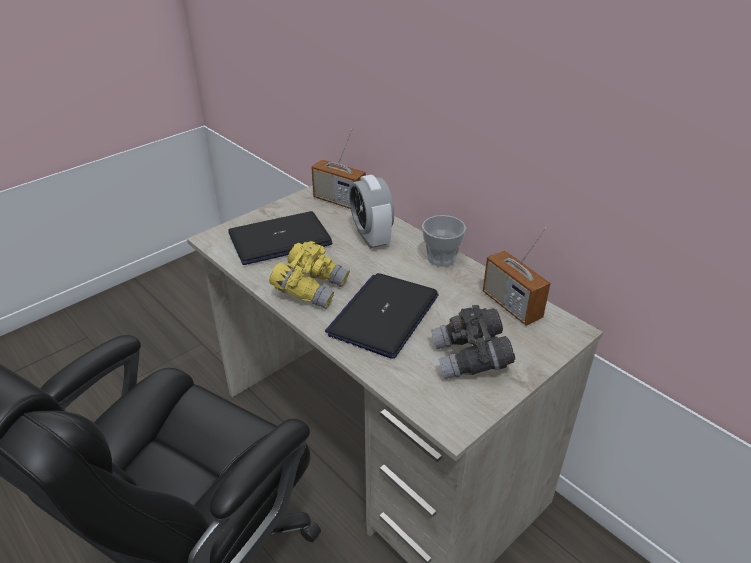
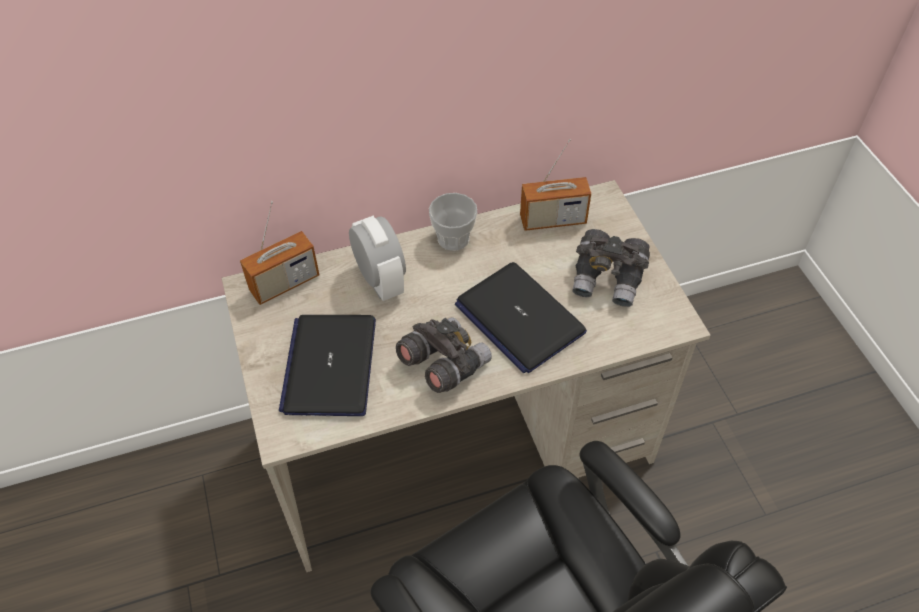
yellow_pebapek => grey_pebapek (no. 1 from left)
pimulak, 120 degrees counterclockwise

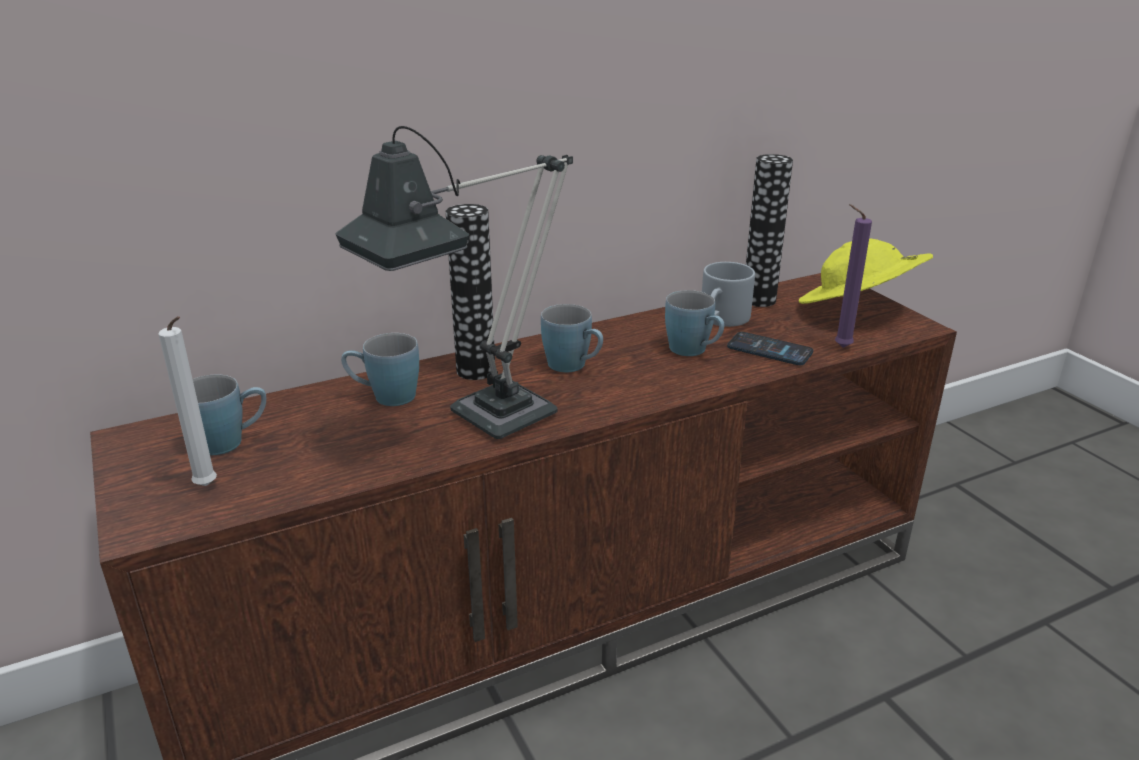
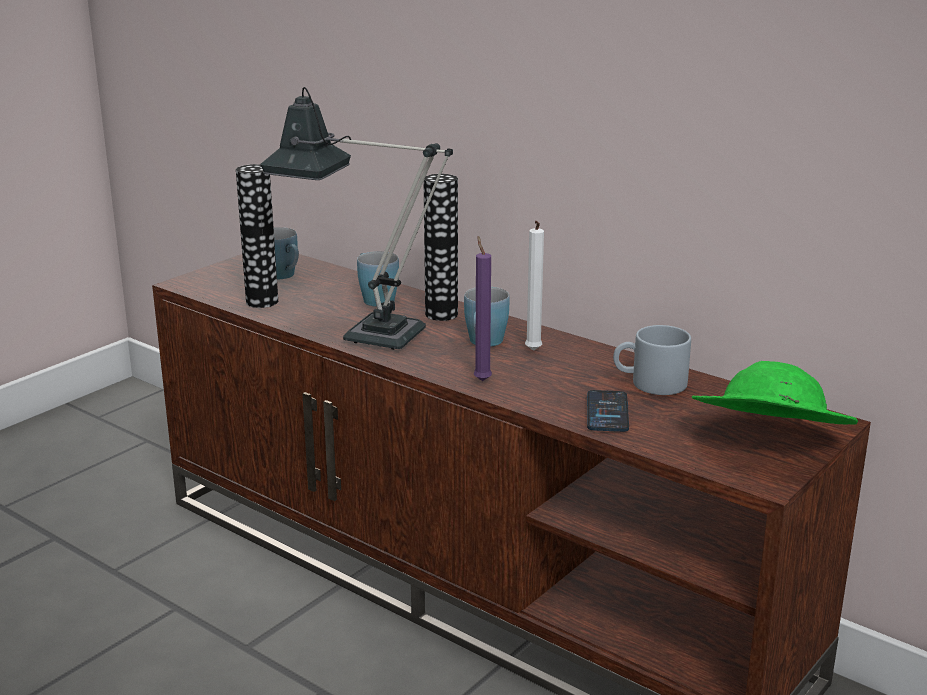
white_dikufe, relocated
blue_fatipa (no. 4 from left) => nothing
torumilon (no. 2 from left in the first image) => torumilon (no. 1 from left), relocated
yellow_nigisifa => green_nigisifa
purple_dikufe, relocated

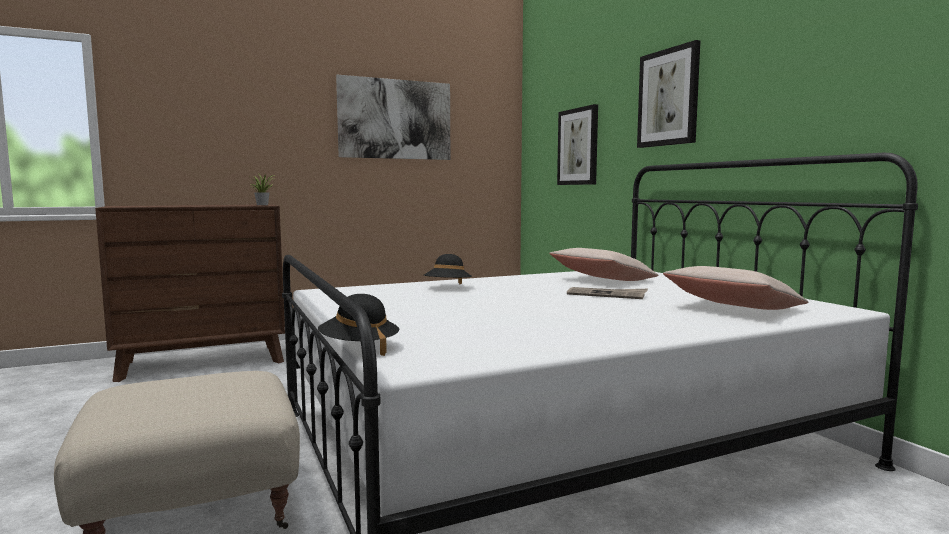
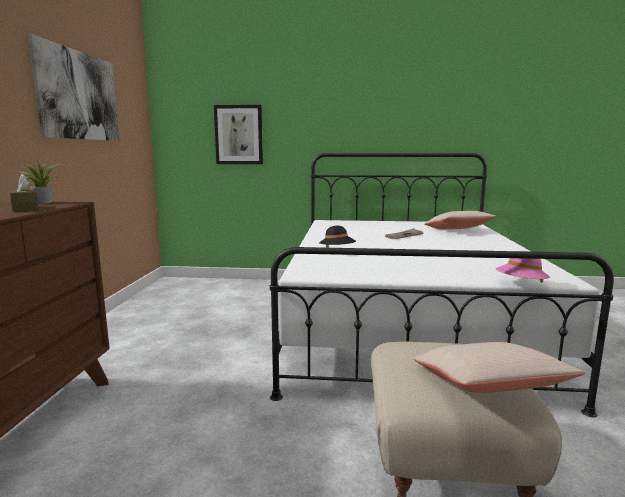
black_nigisifa (no. 1 from left) => pink_nigisifa
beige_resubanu (no. 1 from left in the first image) => beige_resubanu (no. 2 from left), relocated
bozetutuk (no. 3 from left) => nothing
nothing => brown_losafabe

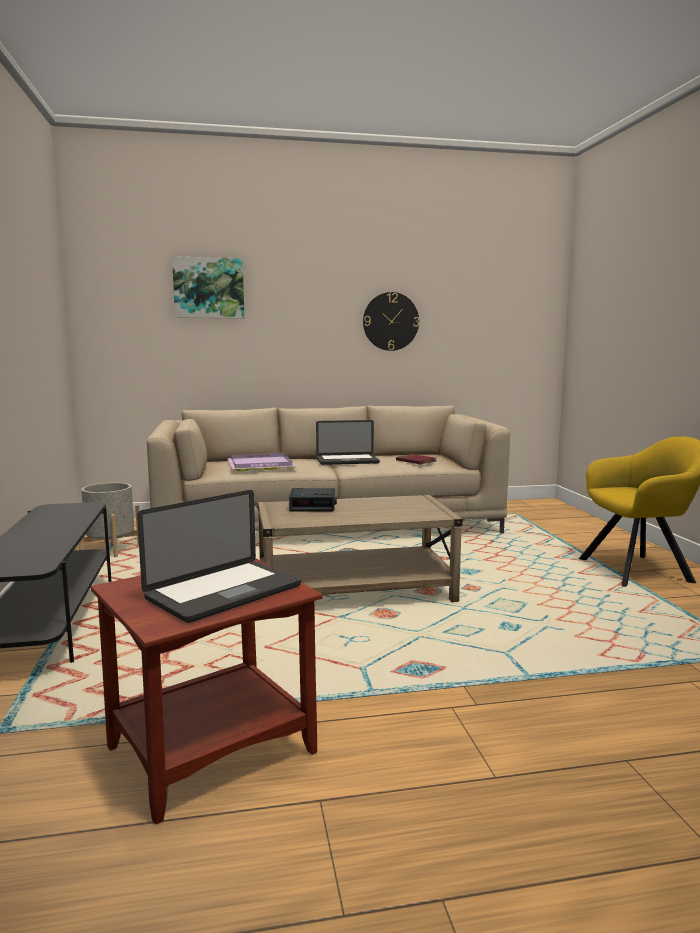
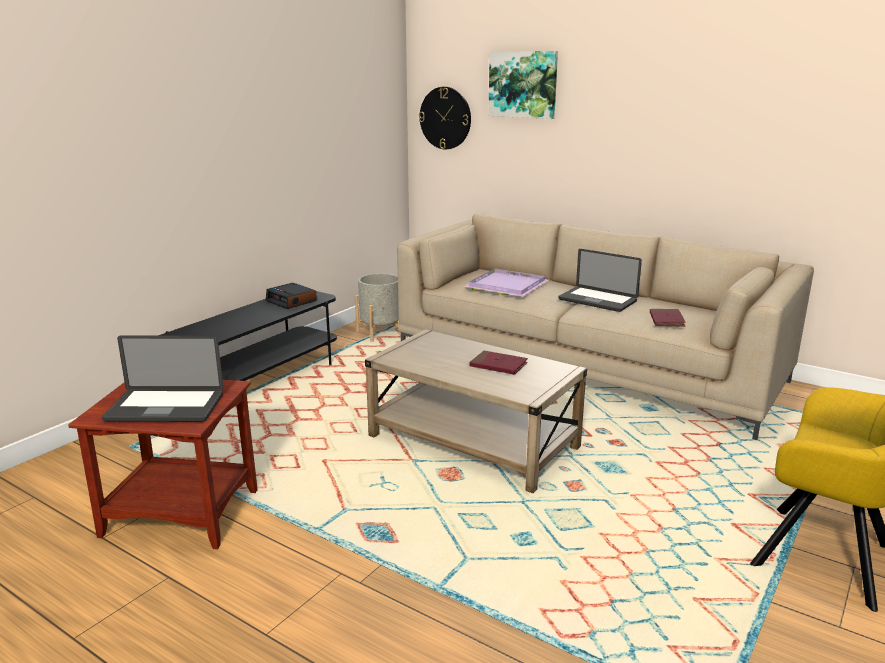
pimulak, relocated
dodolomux, relocated
nothing => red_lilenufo (no. 1 from left)

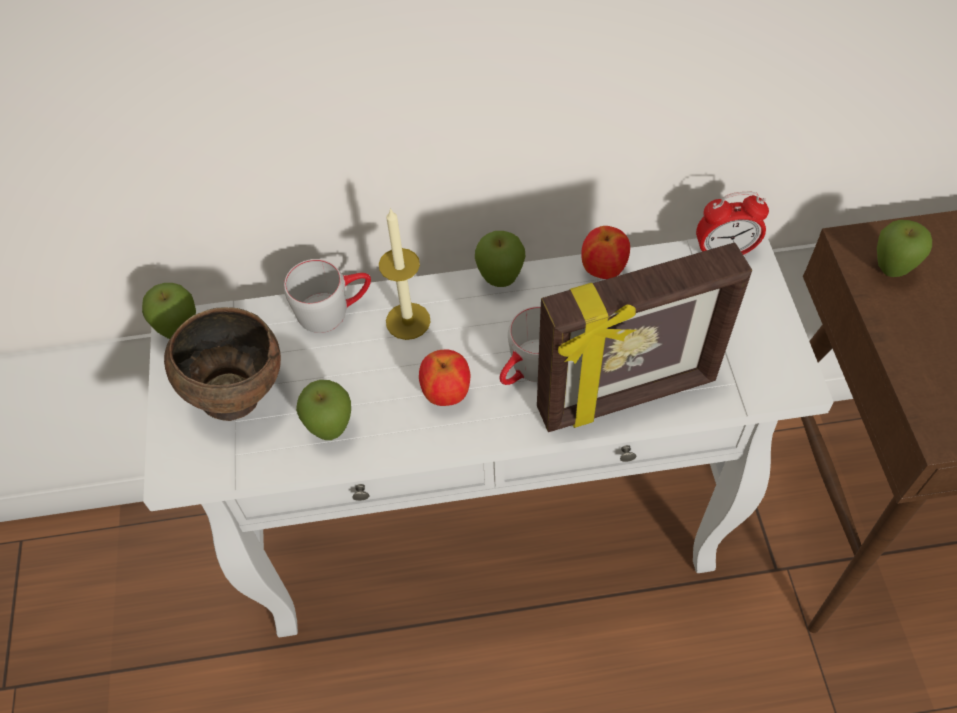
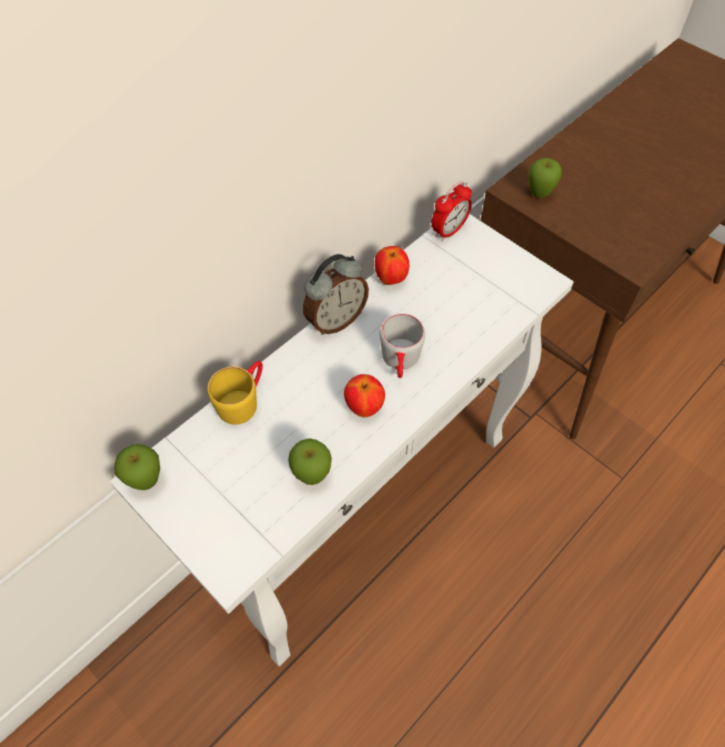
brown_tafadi => nothing
grey_fatipa (no. 1 from left) => yellow_fatipa
dikufe => nothing
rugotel (no. 4 from left) => pimulak (no. 1 from left)
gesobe => nothing

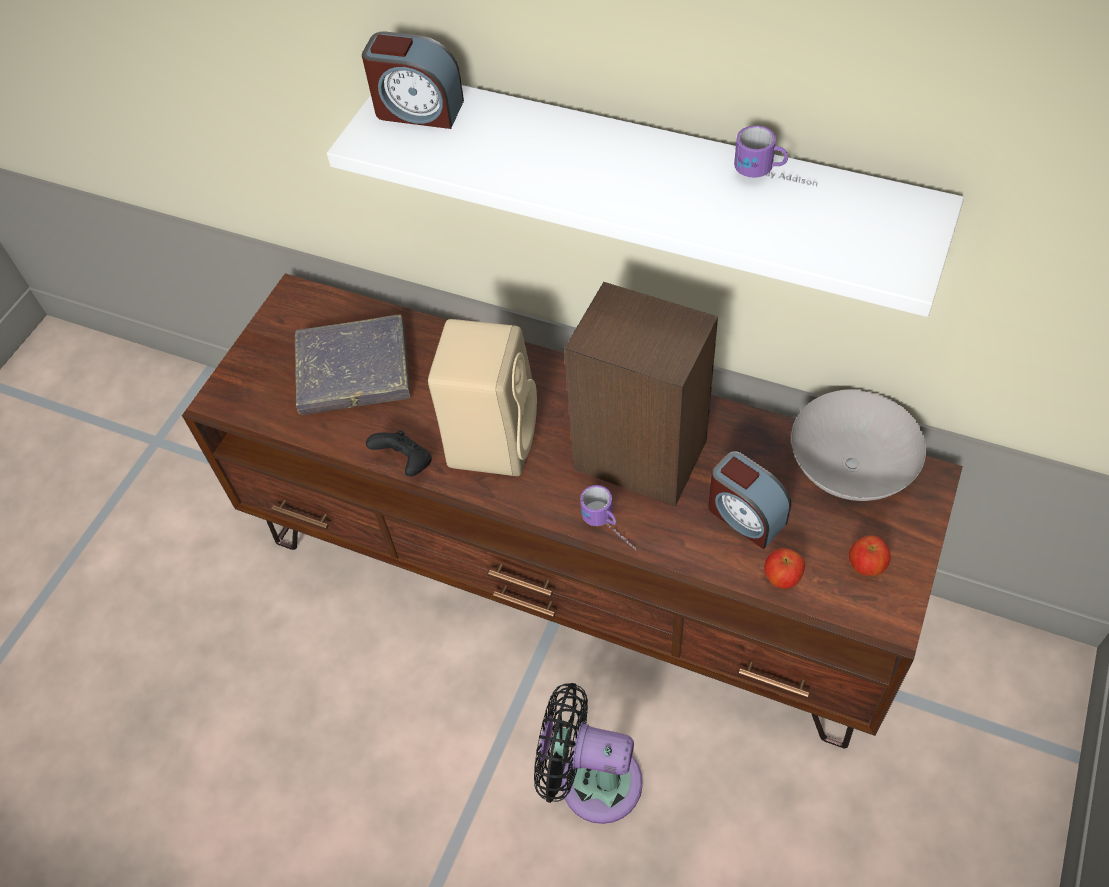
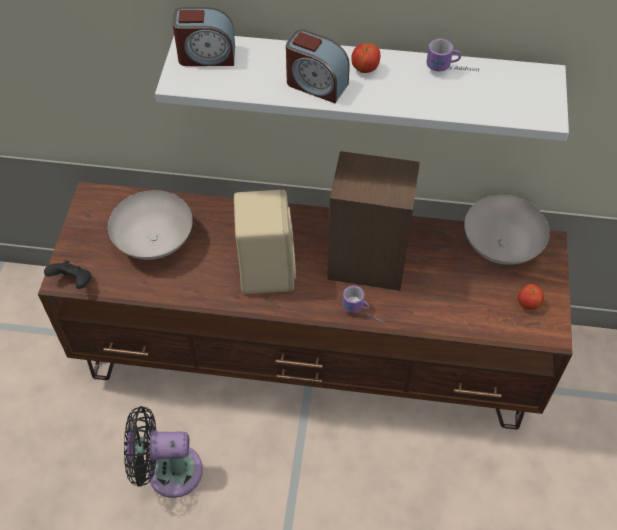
grey_lilenufo => white_tafadi (no. 1 from left)
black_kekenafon, relocated
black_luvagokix, relocated
pimulak (no. 2 from left), relocated
rugotel (no. 1 from left), relocated

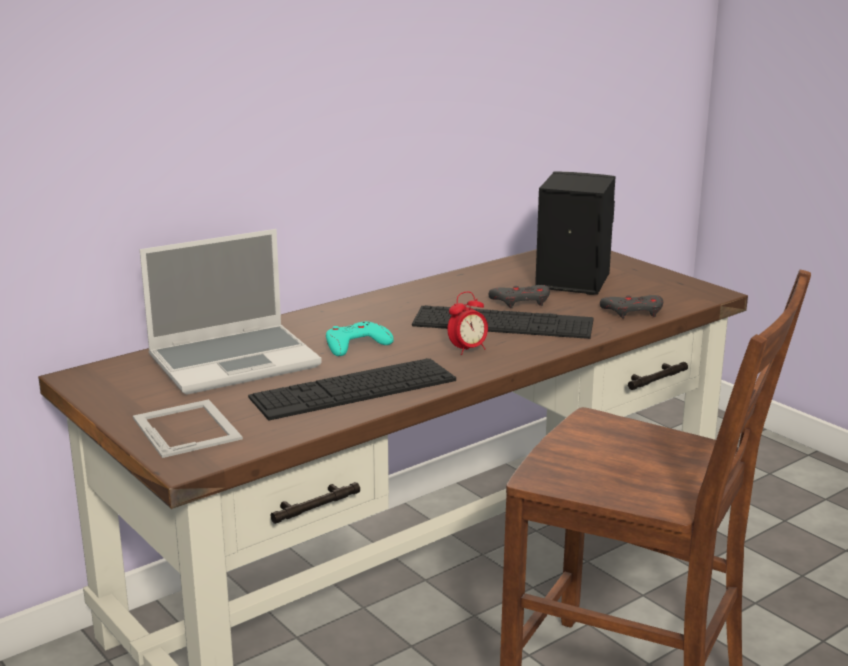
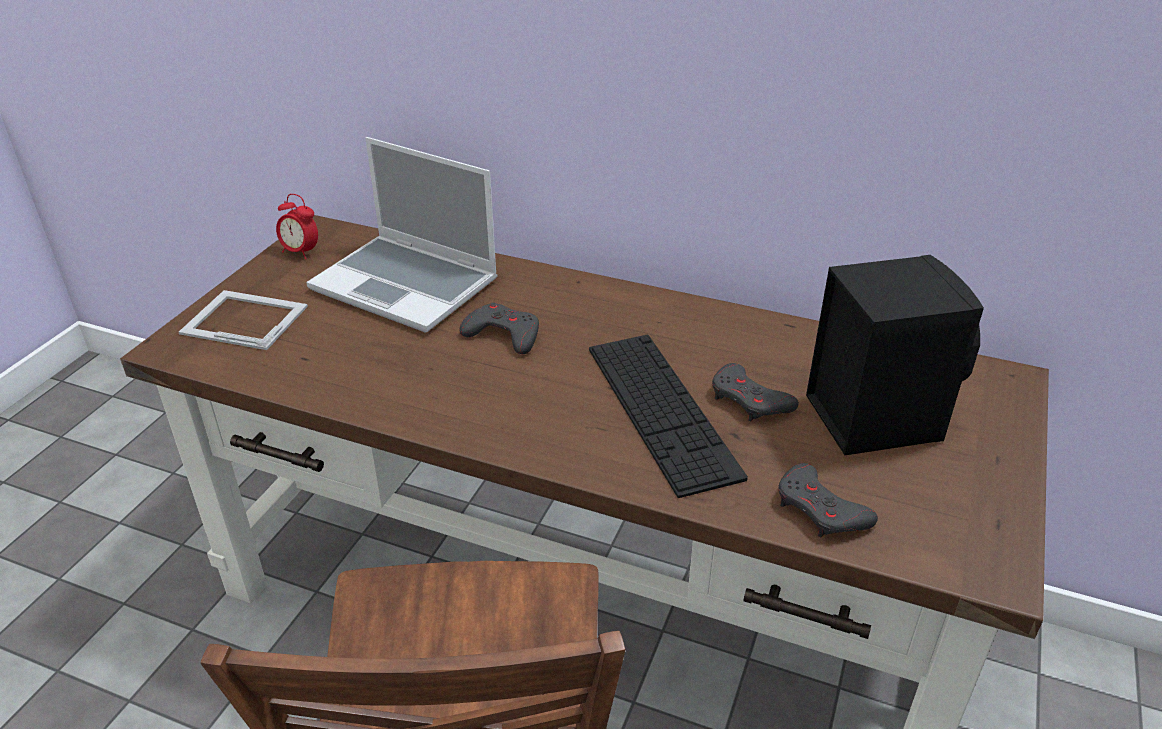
gesobe, 105 degrees counterclockwise
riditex (no. 1 from left) => nothing
turquoise_kekenafon => grey_kekenafon (no. 1 from left)
pimulak, relocated

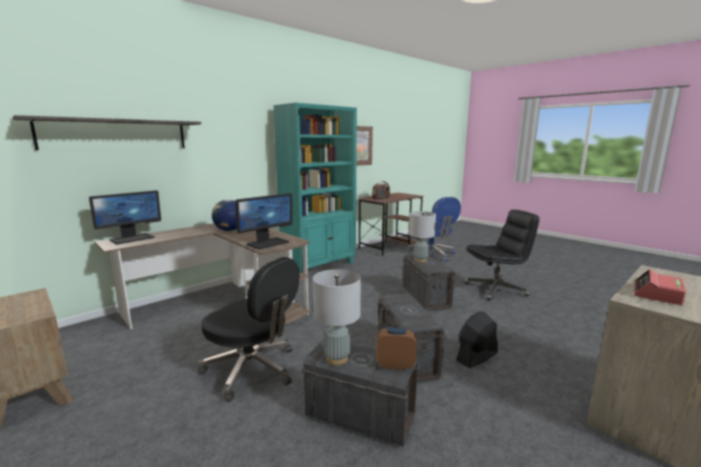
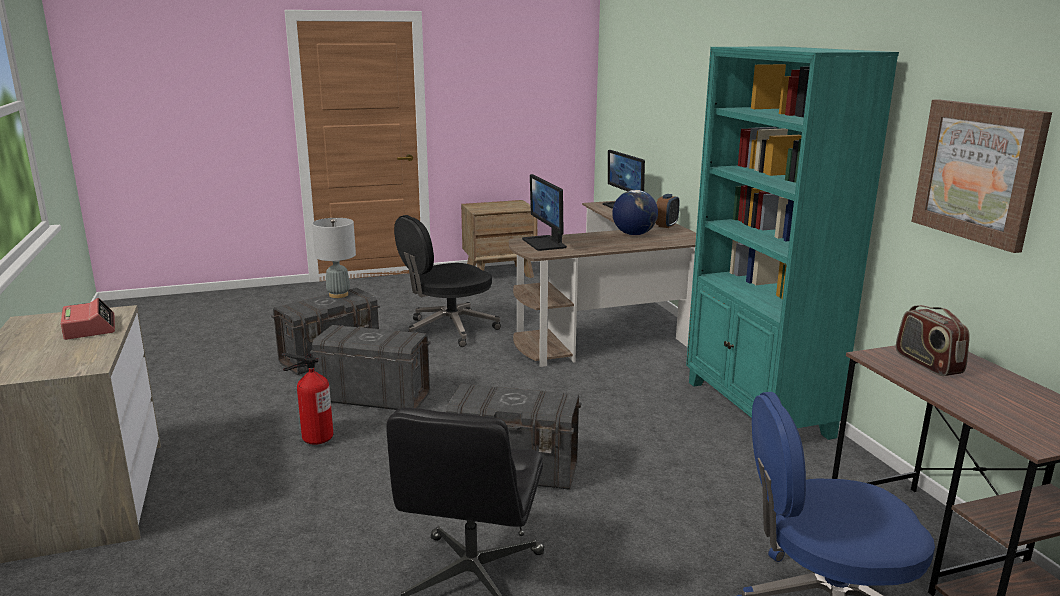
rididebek => nothing
pimulak (no. 1 from left in the first image) => pimulak (no. 2 from left), relocated
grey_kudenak (no. 2 from left) => nothing
black_luvagokix => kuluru

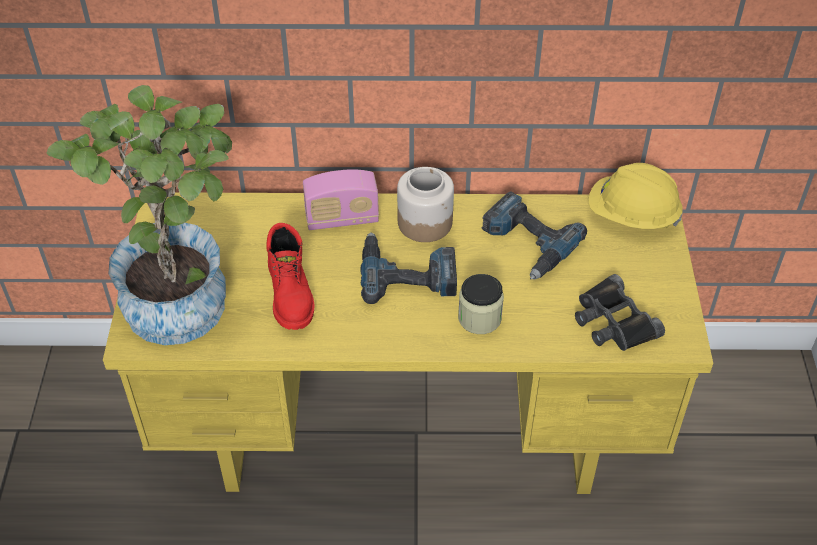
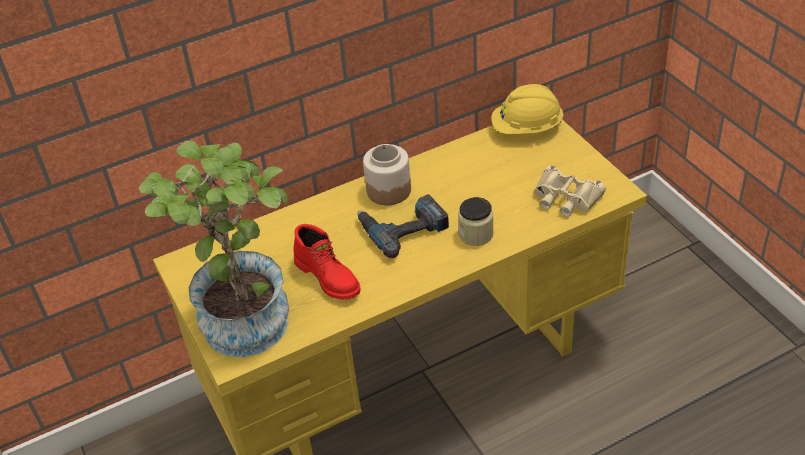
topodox => nothing
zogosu (no. 2 from left) => nothing
black_pebapek => beige_pebapek

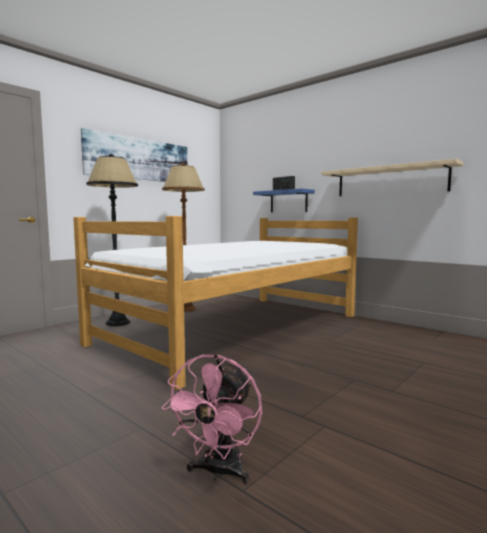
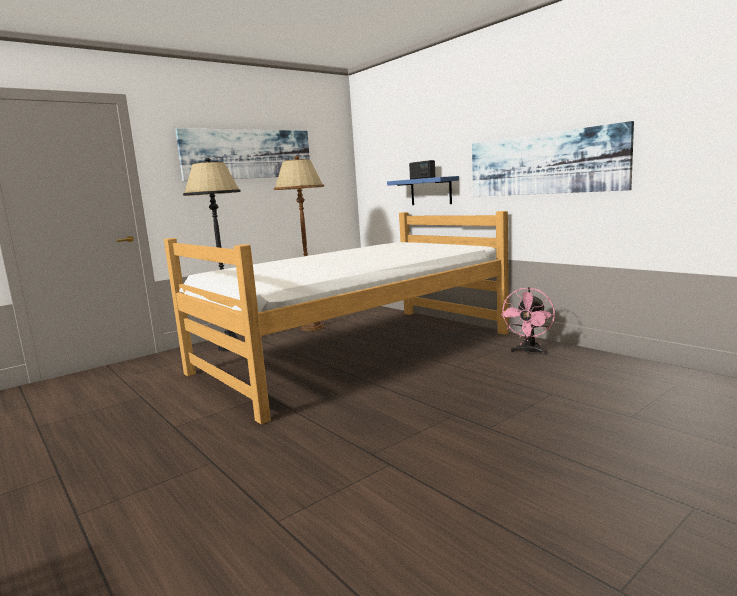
pink_luvagokix, relocated
beige_rididebek => bozetutuk (no. 2 from left)

